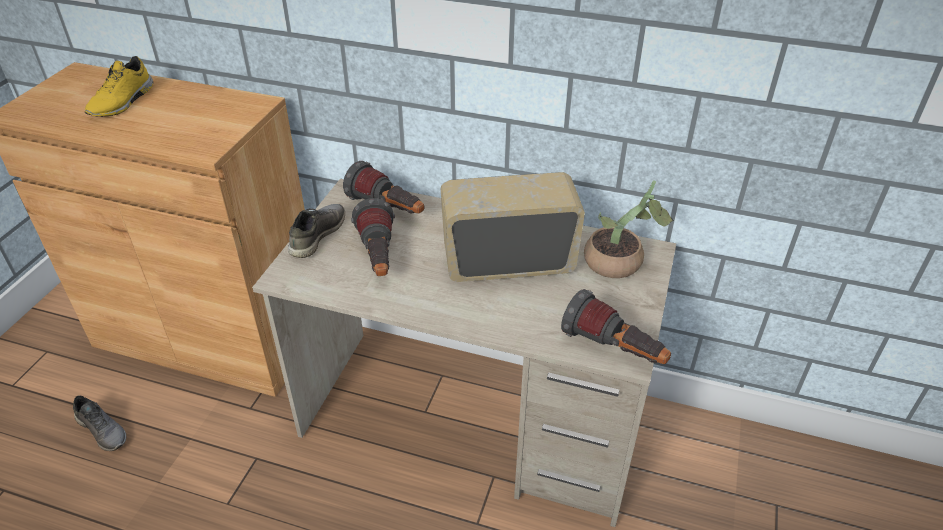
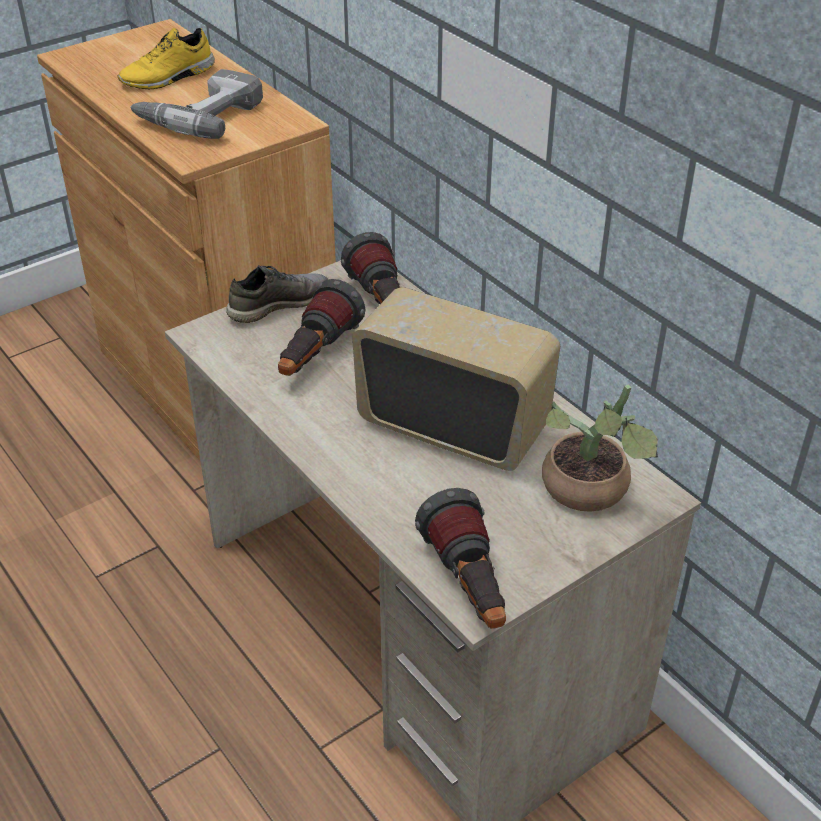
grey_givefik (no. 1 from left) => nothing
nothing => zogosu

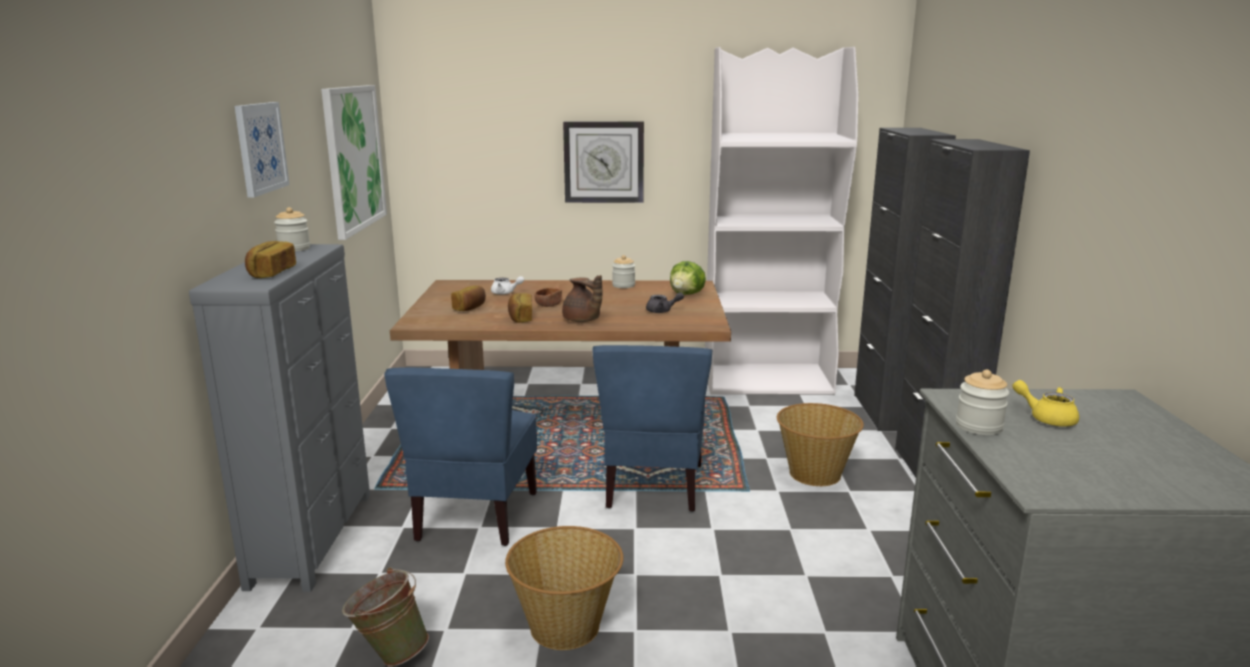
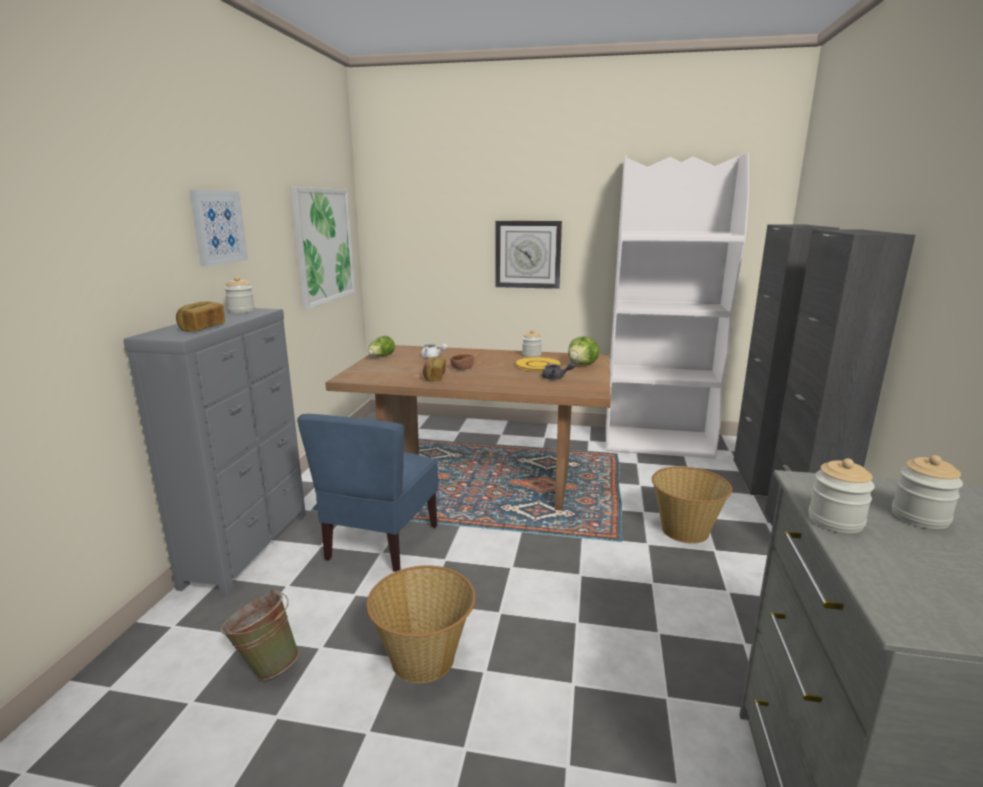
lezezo (no. 2 from left) => nothing
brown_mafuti => nothing
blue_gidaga (no. 2 from left) => nothing
yellow_mafuti => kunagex (no. 4 from left)
nothing => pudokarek (no. 1 from left)
nothing => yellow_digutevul

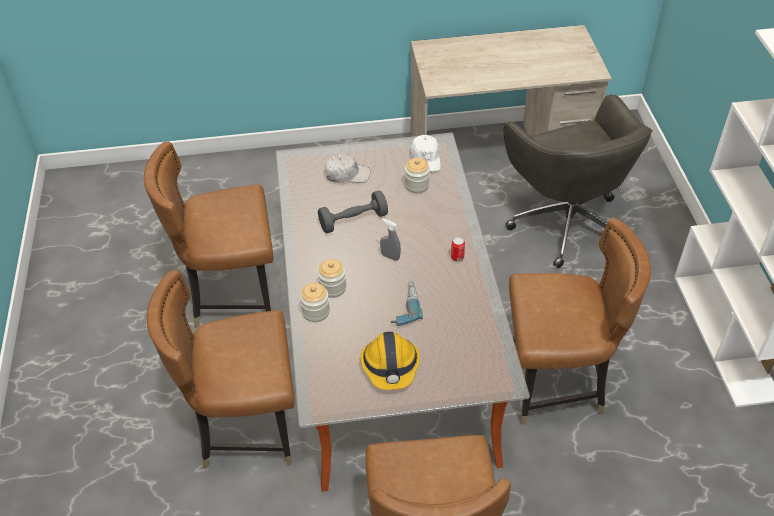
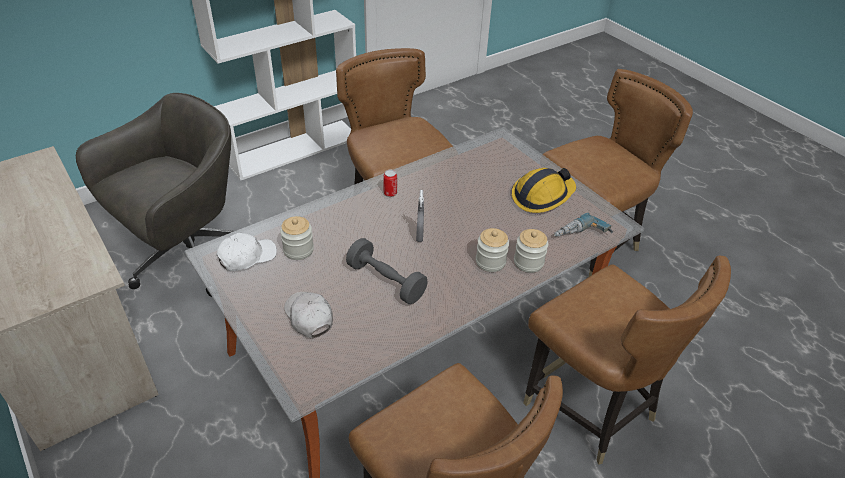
zogosu, relocated

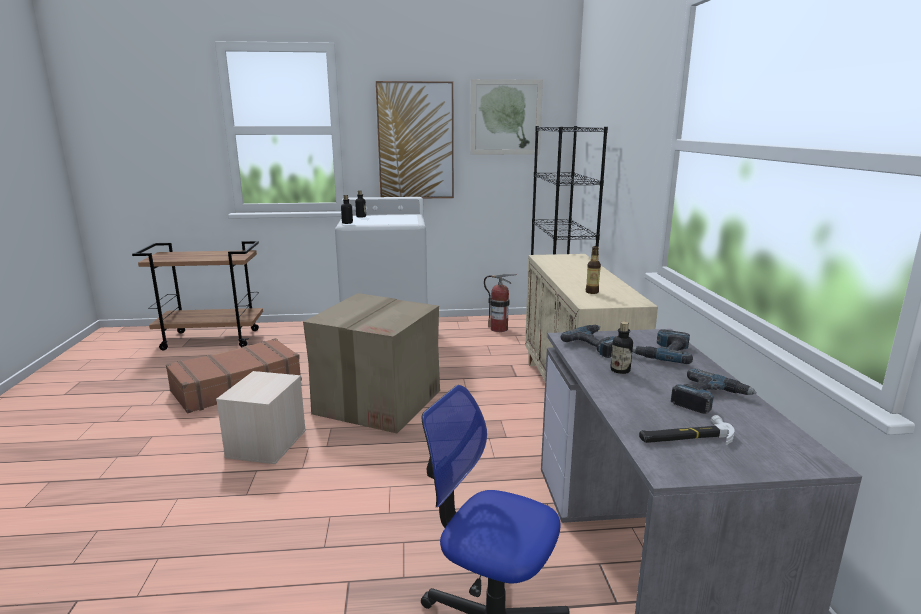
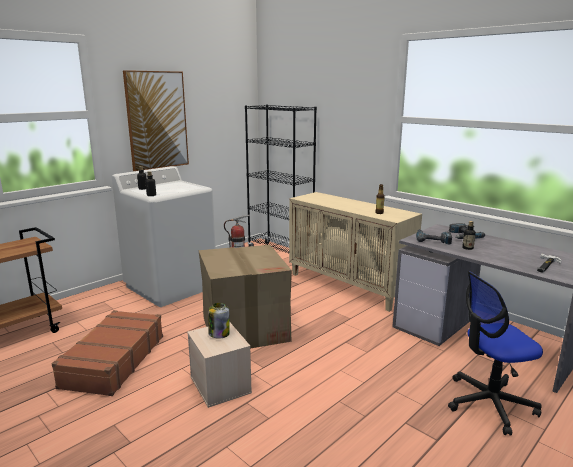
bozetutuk (no. 2 from left) => nothing
zogosu (no. 3 from left) => nothing
nothing => kunagex

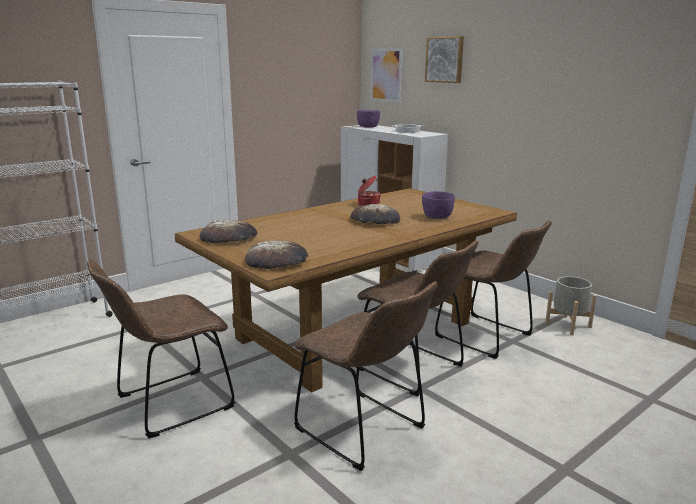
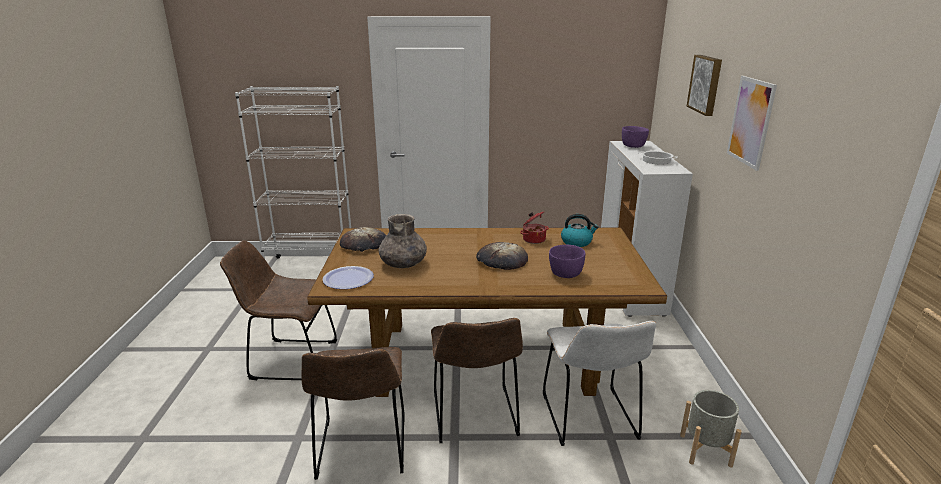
lezezo (no. 2 from left) => digutevul
bozetutuk (no. 1 from left in the first image) => bozetutuk (no. 2 from left), relocated
brown_gidaga (no. 4 from left) => white_gidaga
nothing => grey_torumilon
nothing => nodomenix

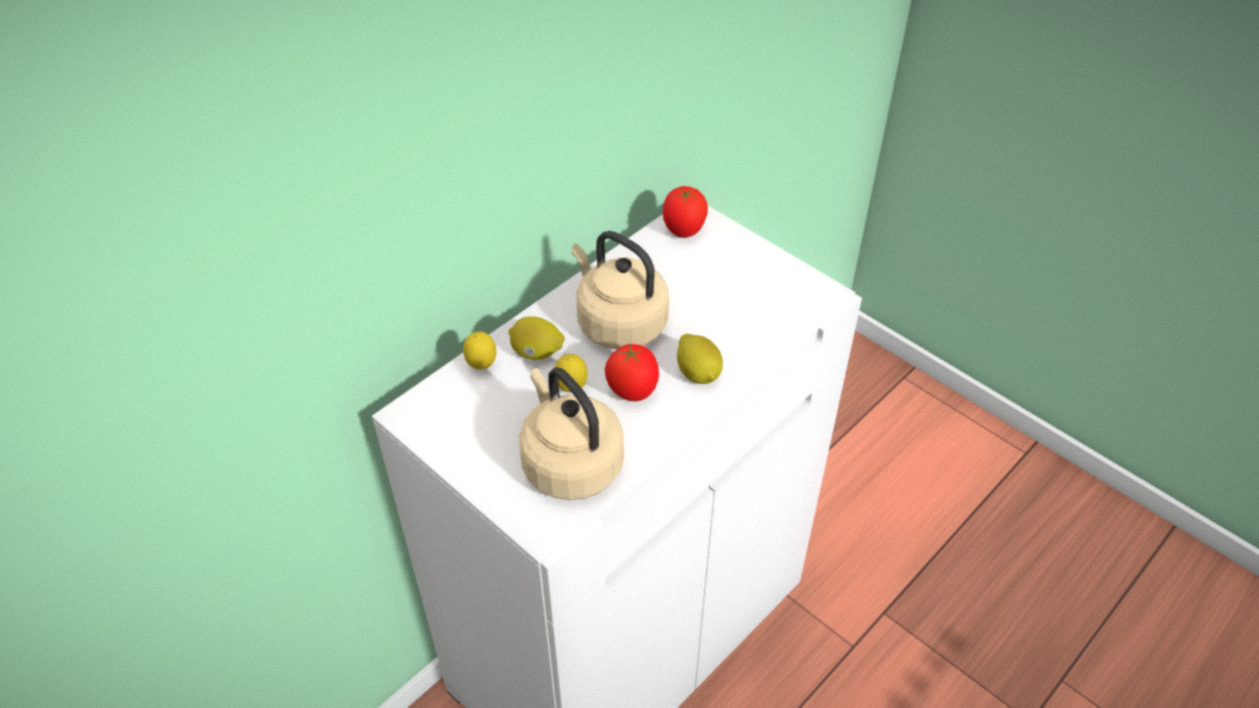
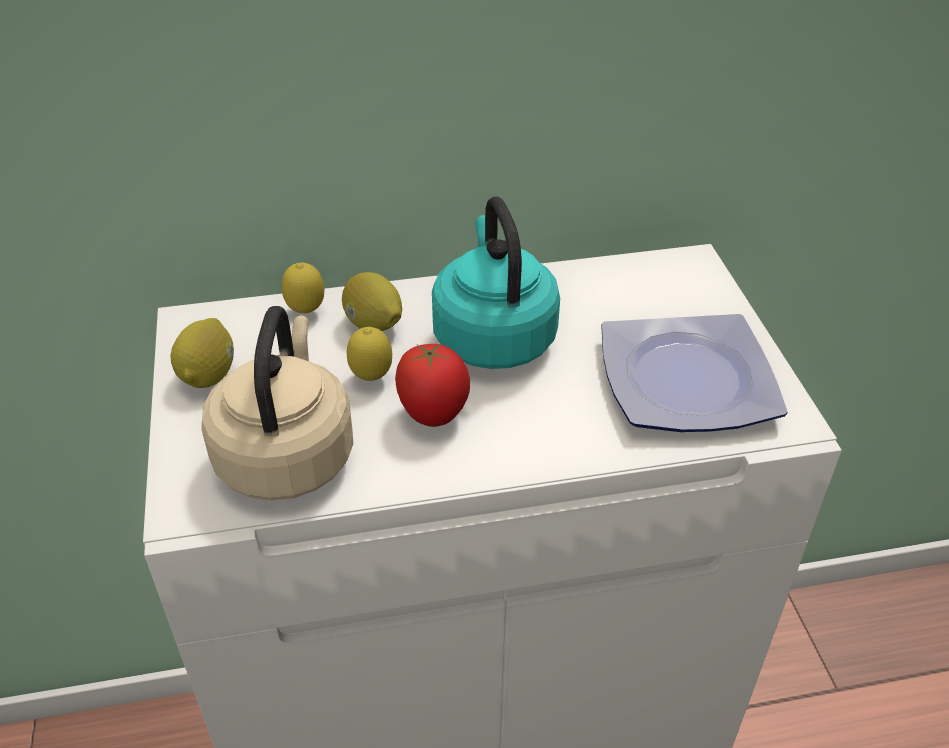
beige_nodomenix (no. 2 from left) => turquoise_nodomenix
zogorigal (no. 2 from left) => nothing
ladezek (no. 4 from left in the first image) => ladezek (no. 1 from left), relocated
nothing => digutevul

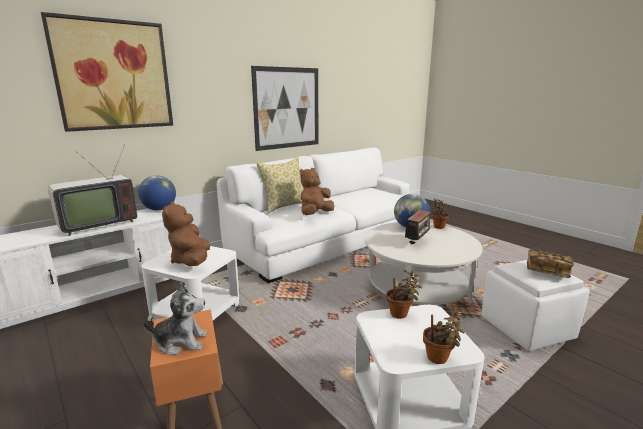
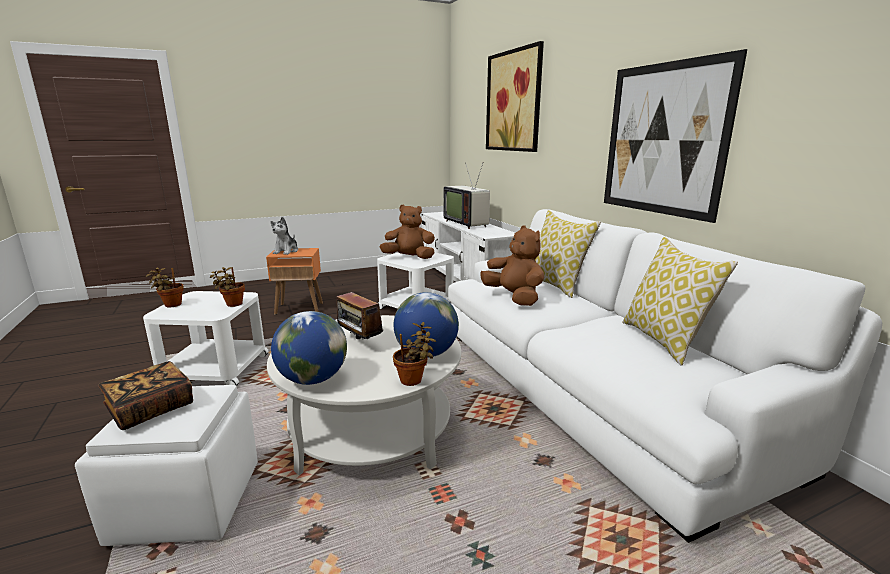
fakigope (no. 1 from left), relocated
nothing => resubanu (no. 2 from left)

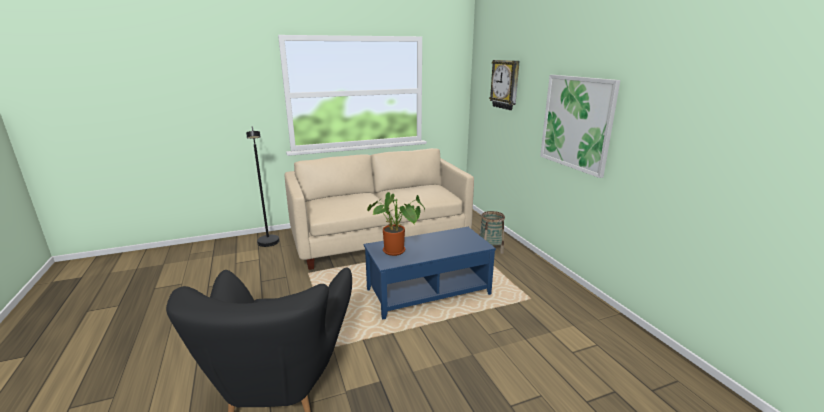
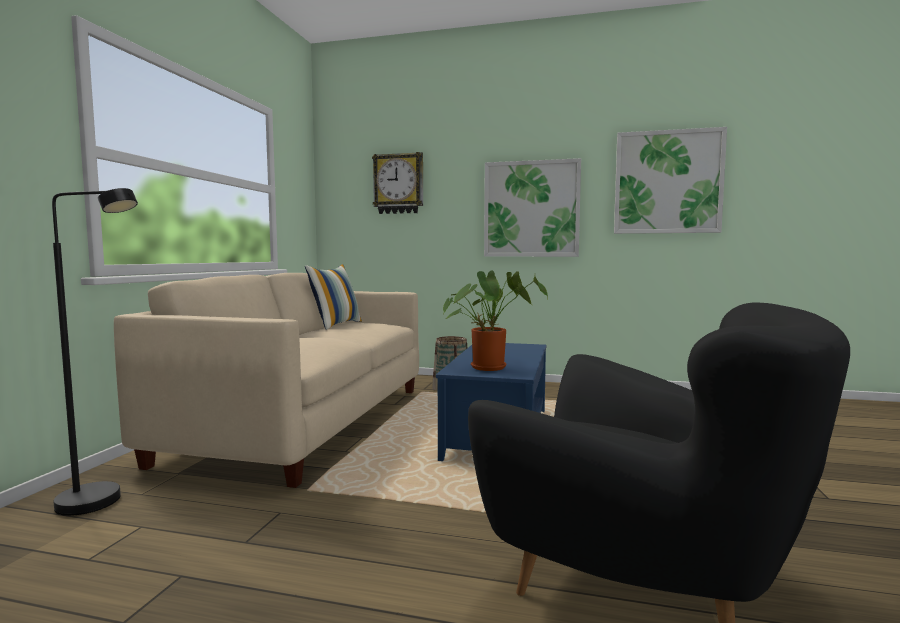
nothing => resubanu
nothing => bozetutuk (no. 2 from left)

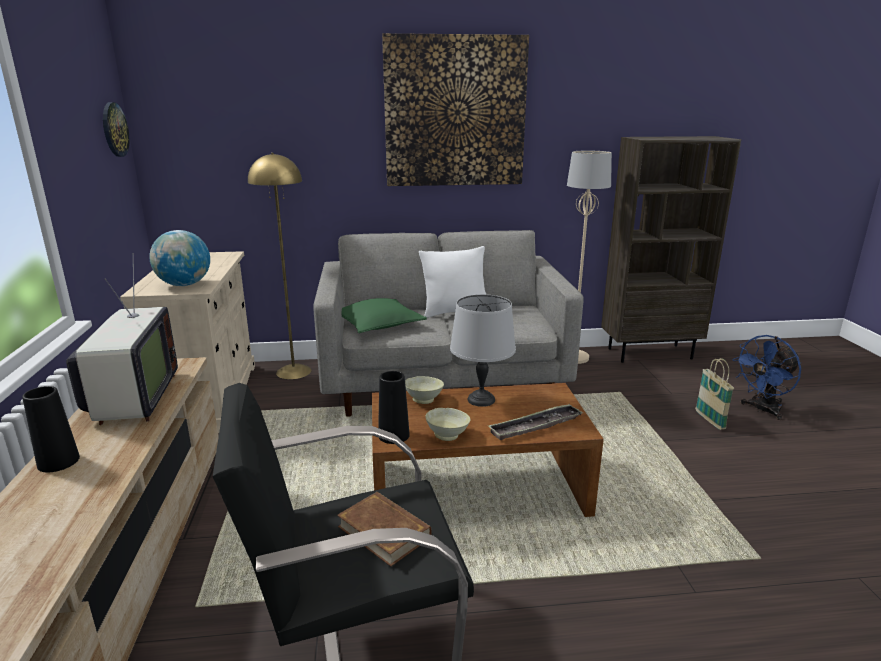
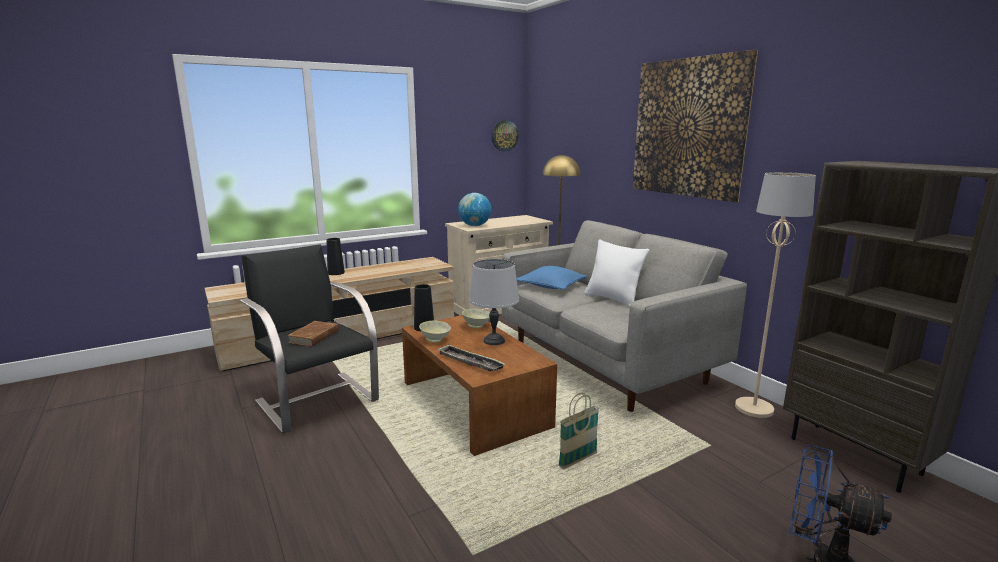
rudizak => nothing
green_resubanu => blue_resubanu
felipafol, relocated

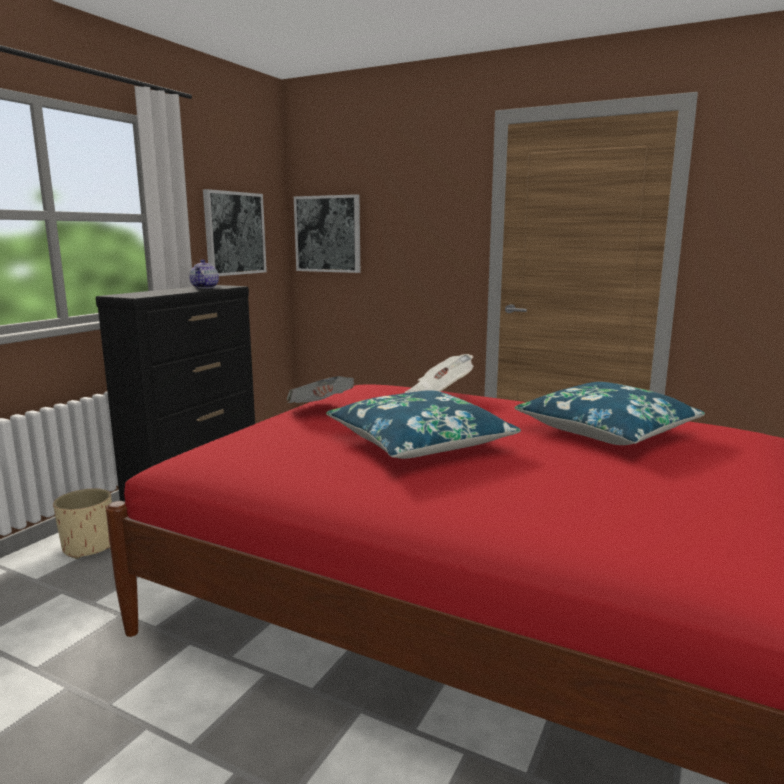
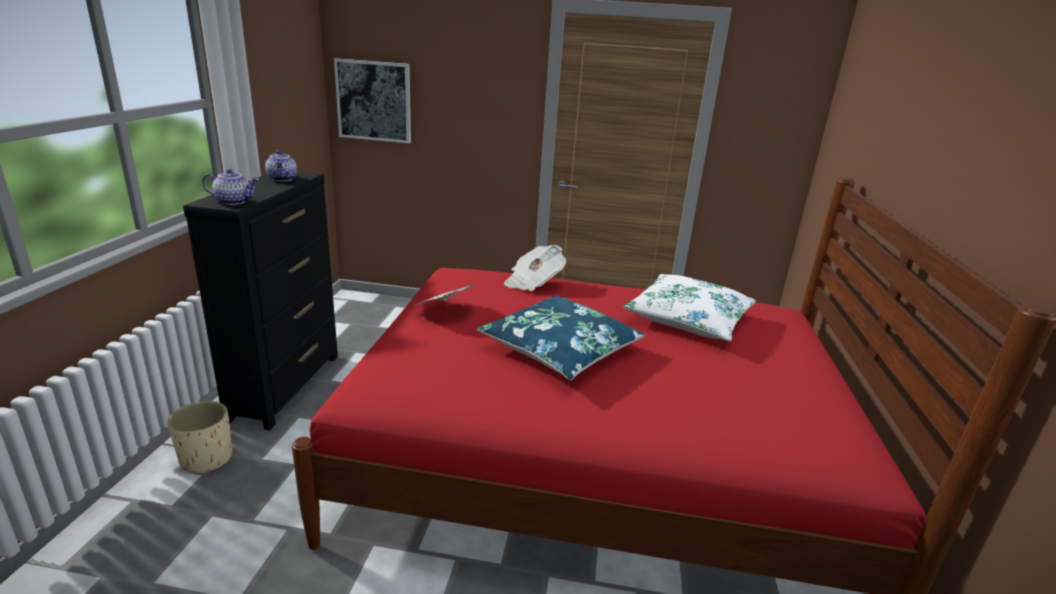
bozetutuk (no. 1 from left) => nothing
blue_resubanu (no. 2 from left) => white_resubanu
nothing => mafuti (no. 1 from left)

